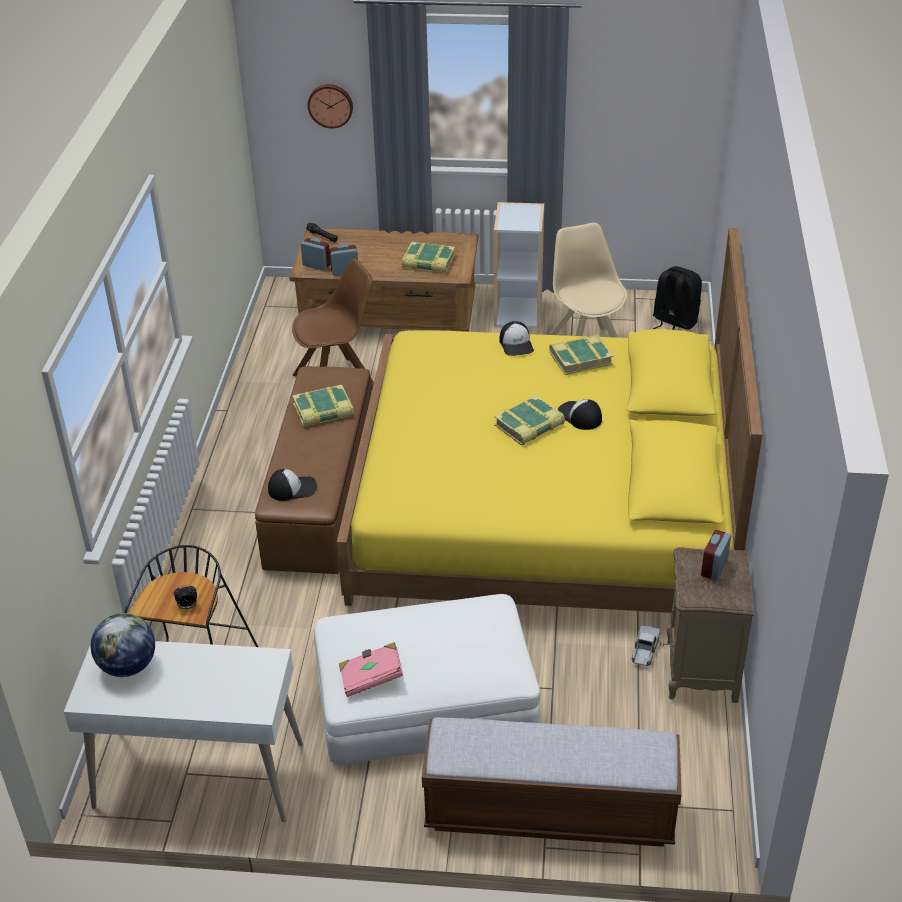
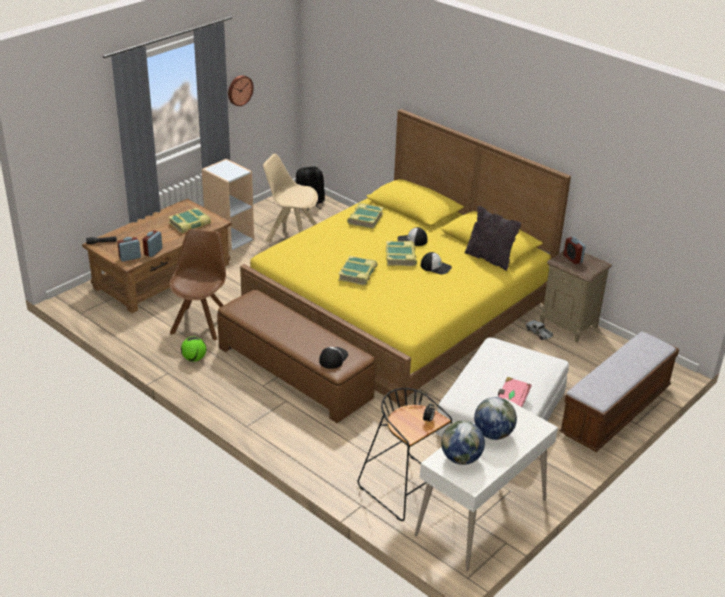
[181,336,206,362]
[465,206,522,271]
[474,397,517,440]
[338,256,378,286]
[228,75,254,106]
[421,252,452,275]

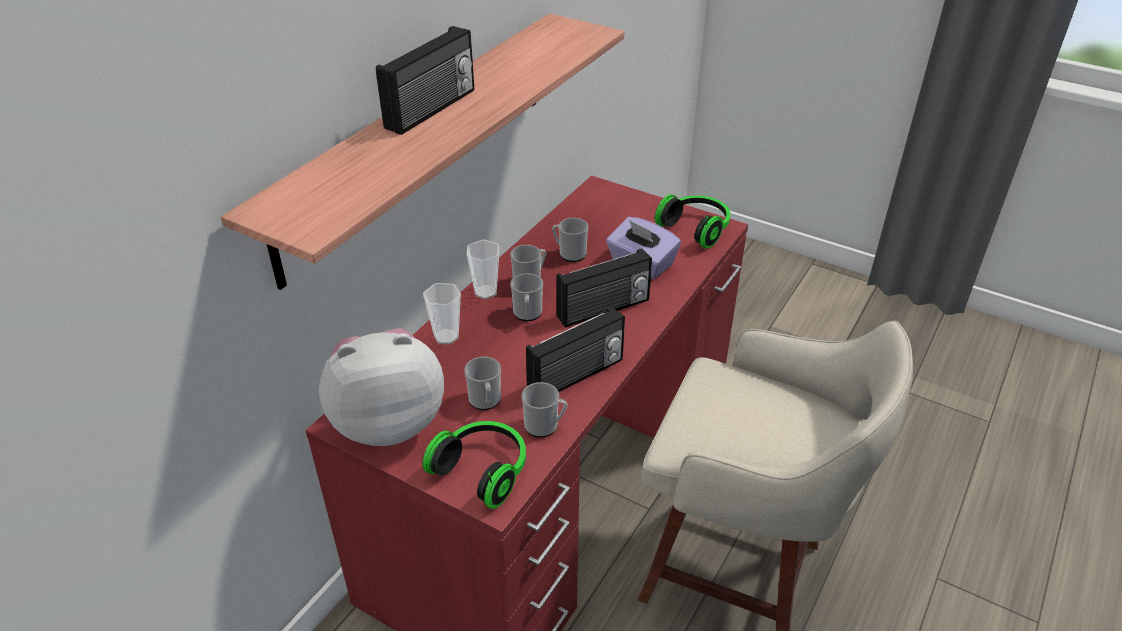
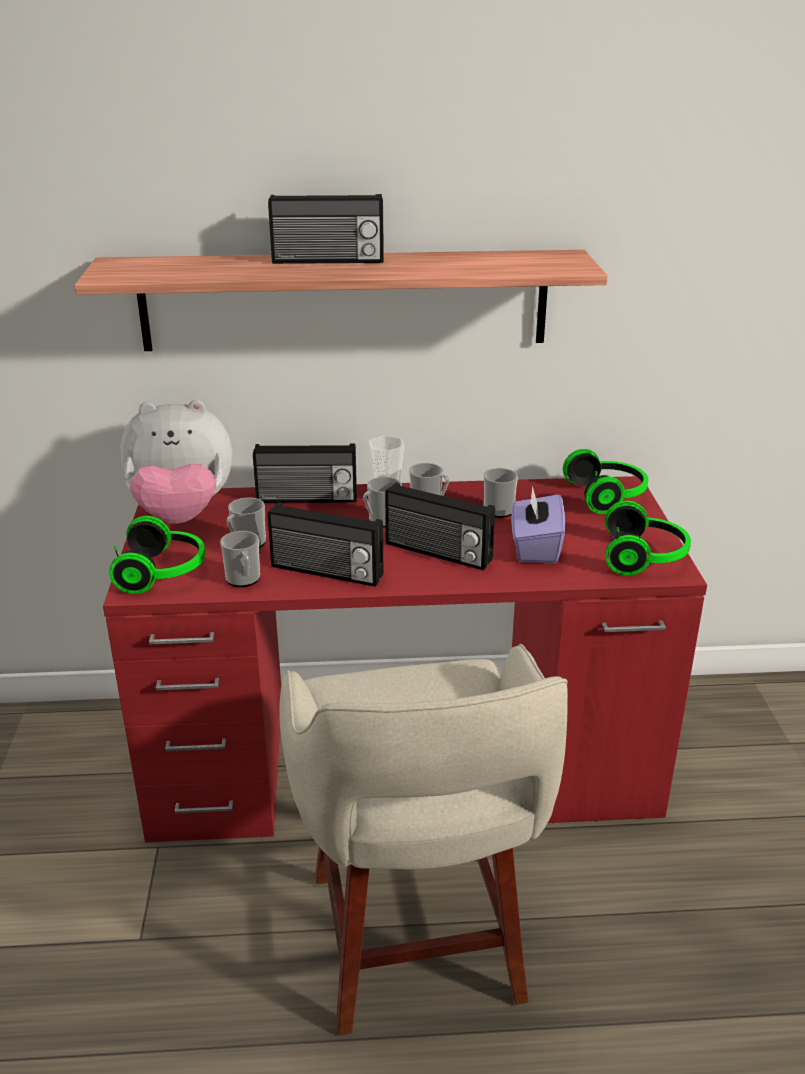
[563,449,648,514]
[253,443,357,503]
[121,400,232,524]

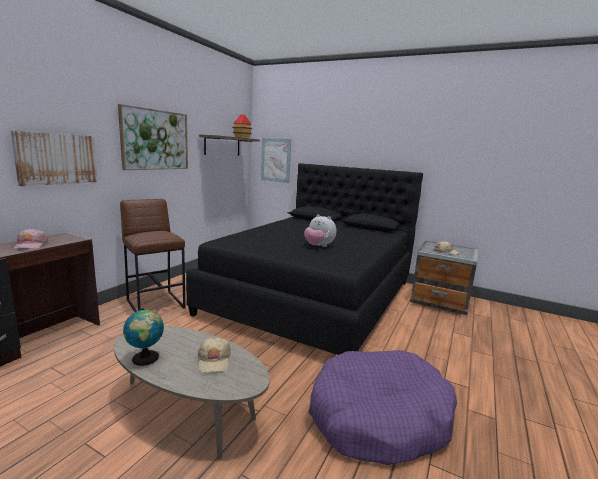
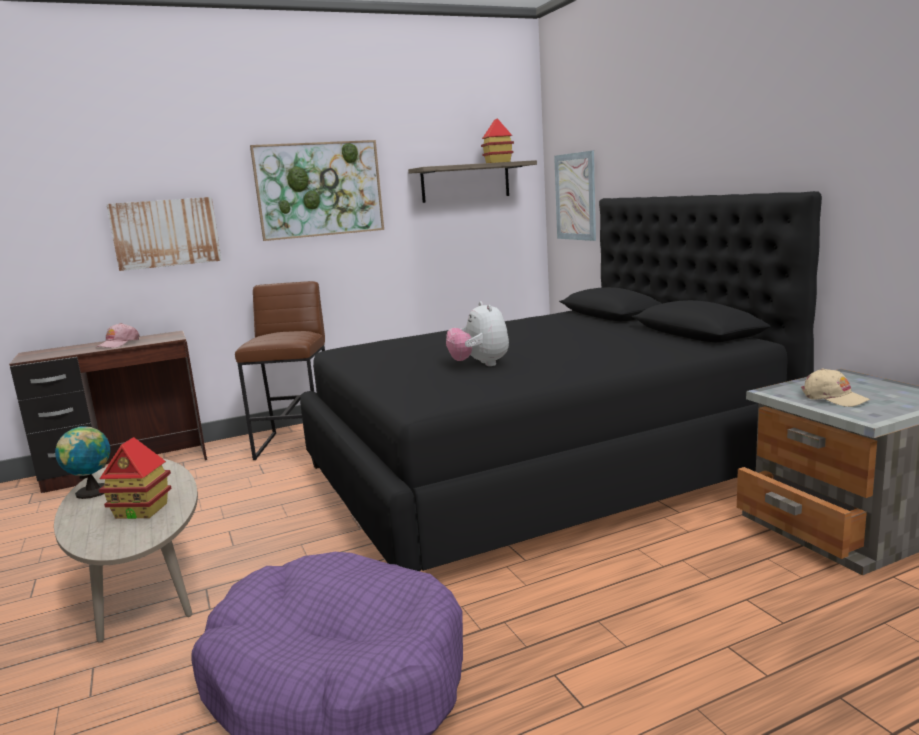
[99,437,172,519]

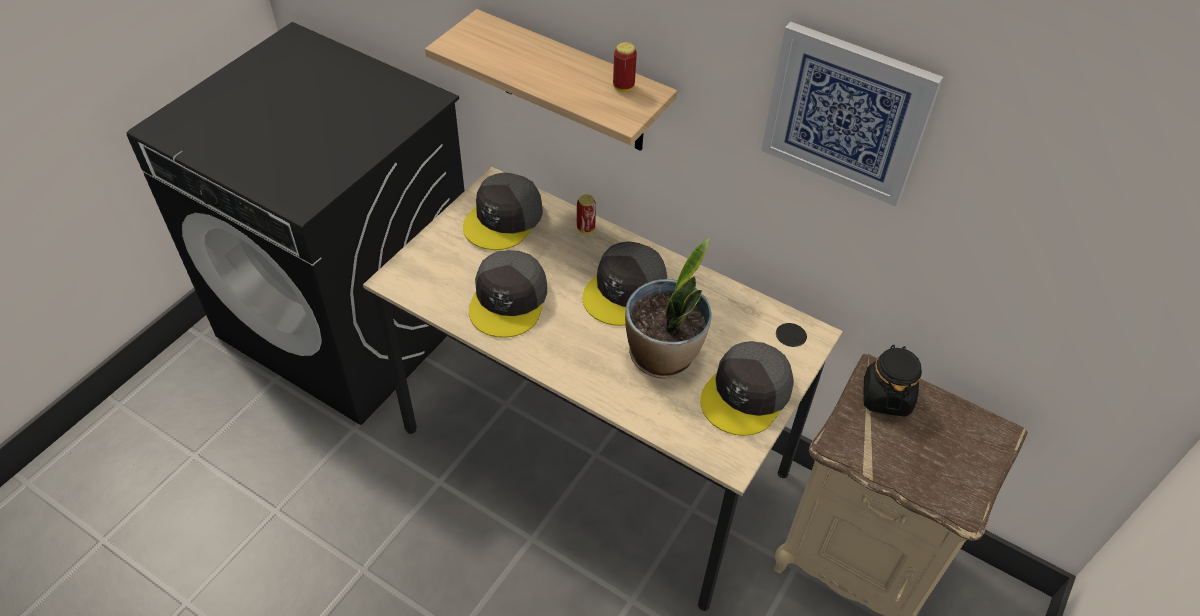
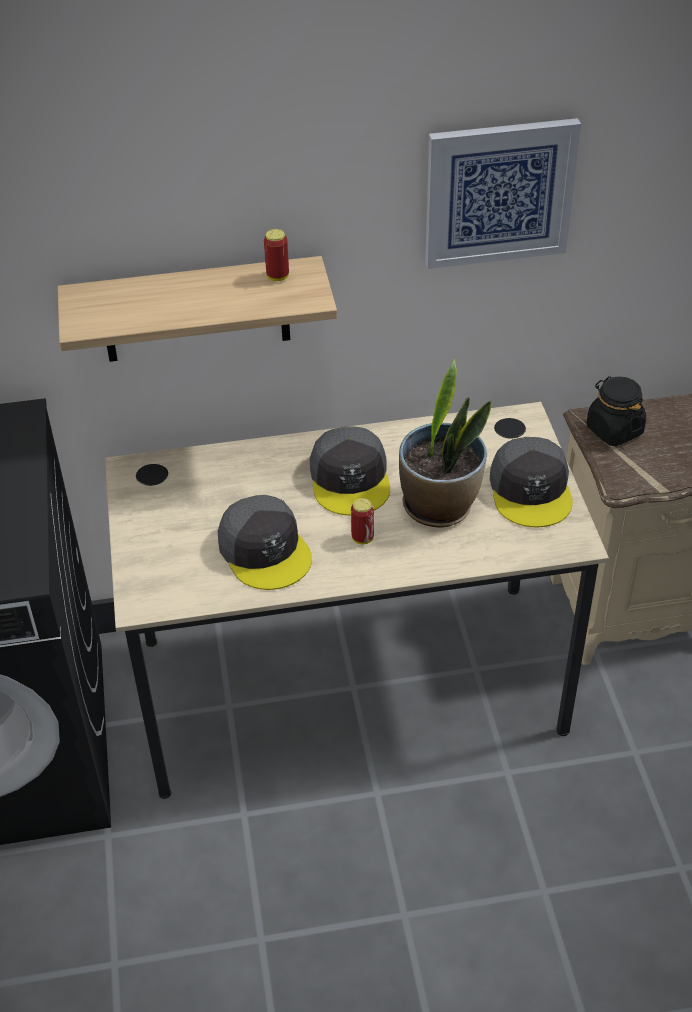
[463,172,543,250] (first image)
[351,498,374,544]

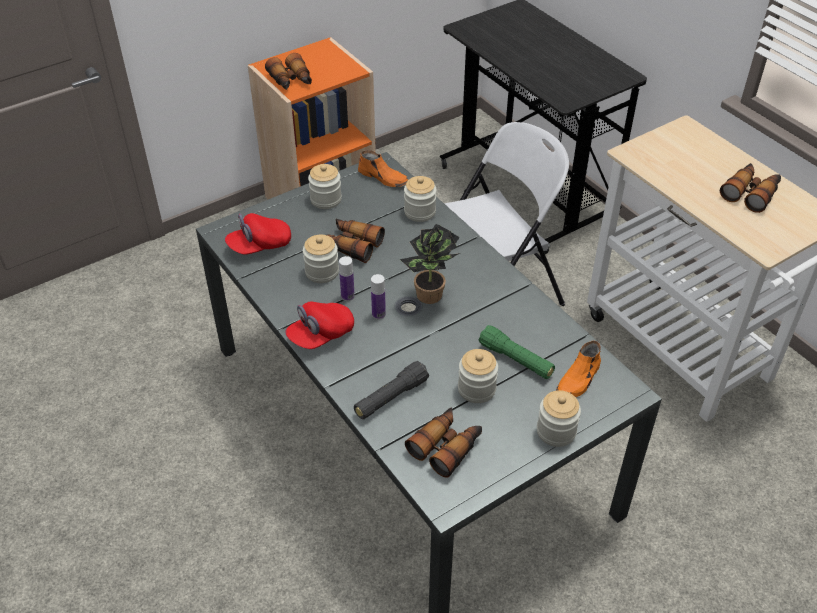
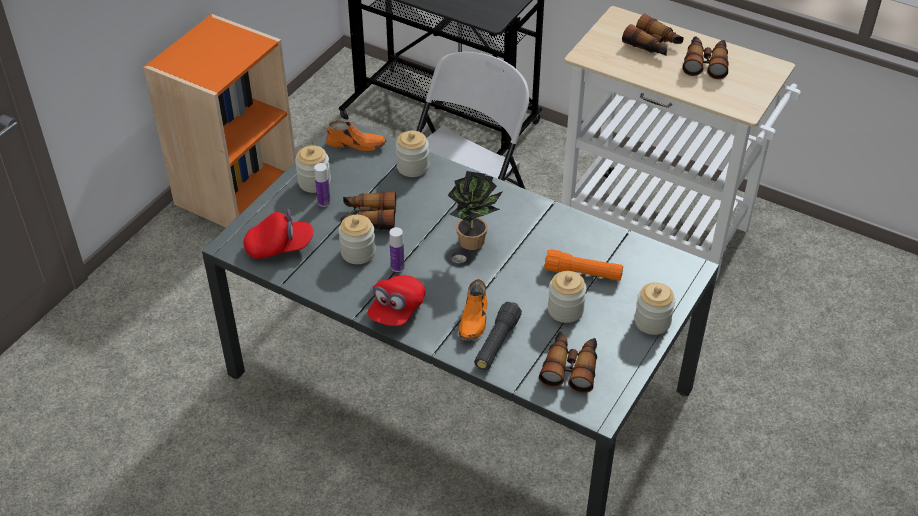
[622,14,684,56]
[314,163,331,207]
[459,279,487,341]
[544,249,623,281]
[243,209,313,259]

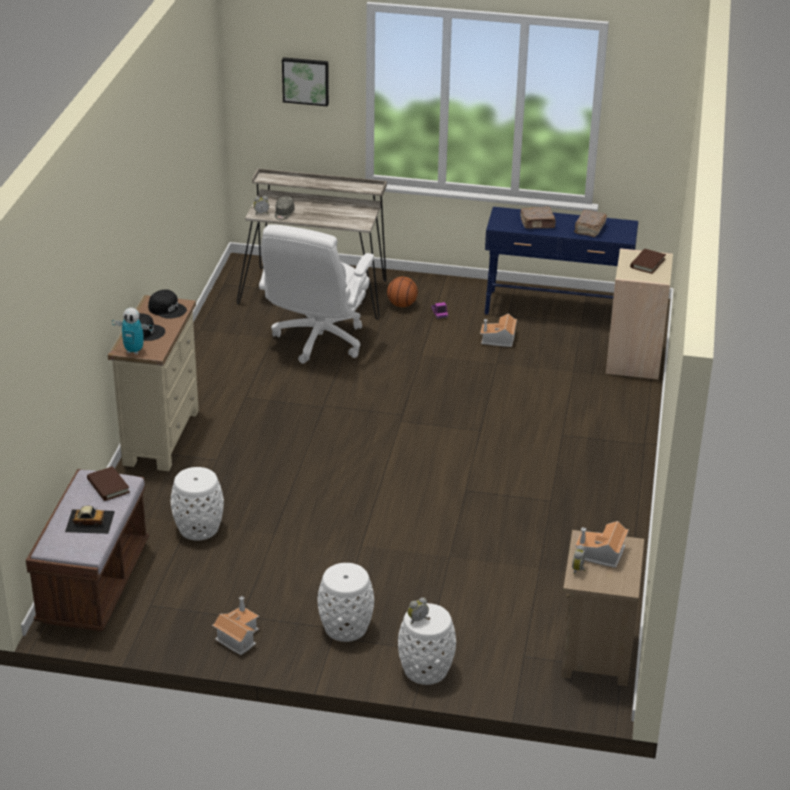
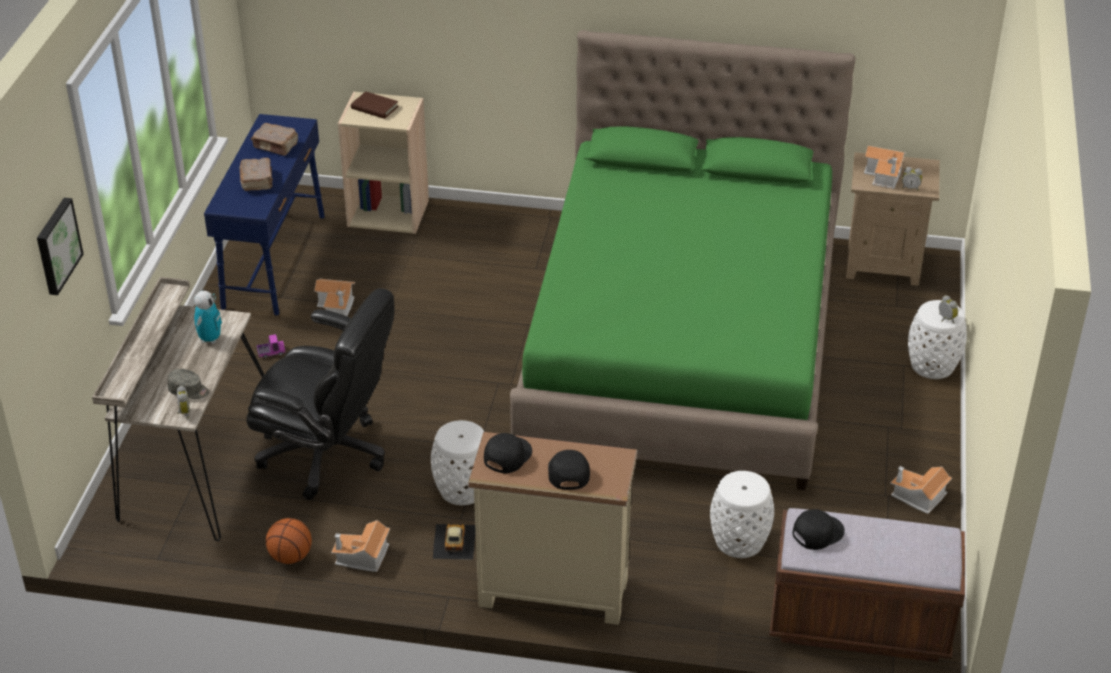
[331,520,390,572]
[510,30,856,490]
[432,523,476,560]
[194,291,222,344]
[431,420,484,505]
[266,518,312,564]
[792,509,845,550]
[246,288,395,500]

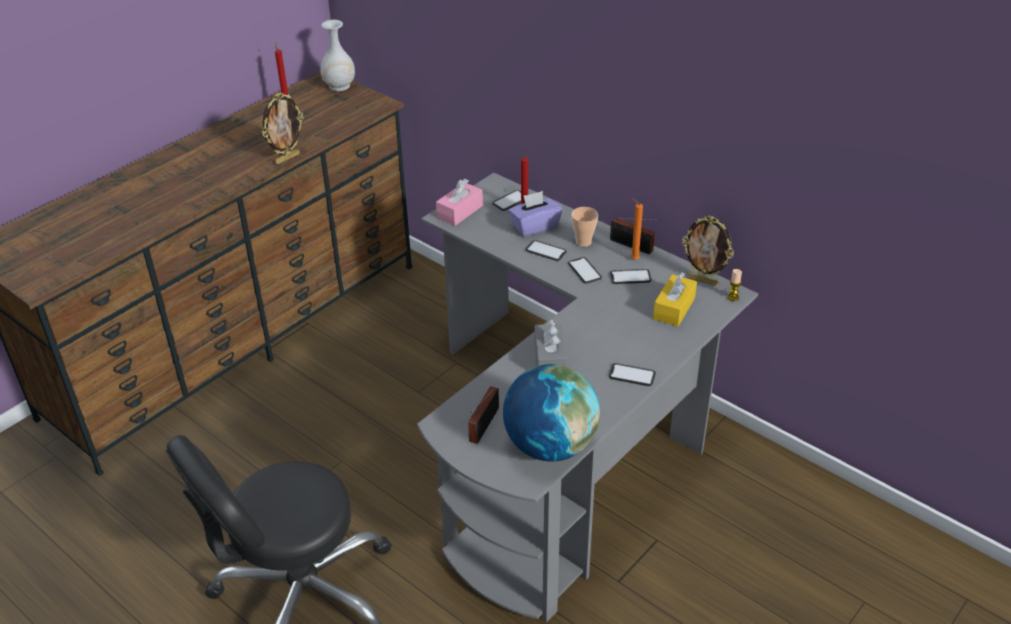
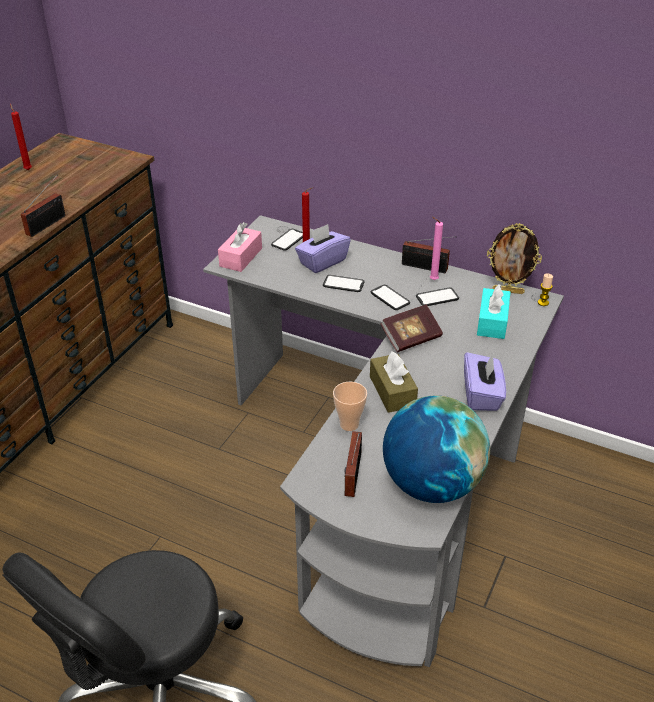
[320,20,355,91] (first image)
[380,305,443,352]
[333,382,367,431]
[21,174,66,237]
[464,352,506,411]
[370,351,418,413]
[430,217,443,280]
[477,284,510,339]

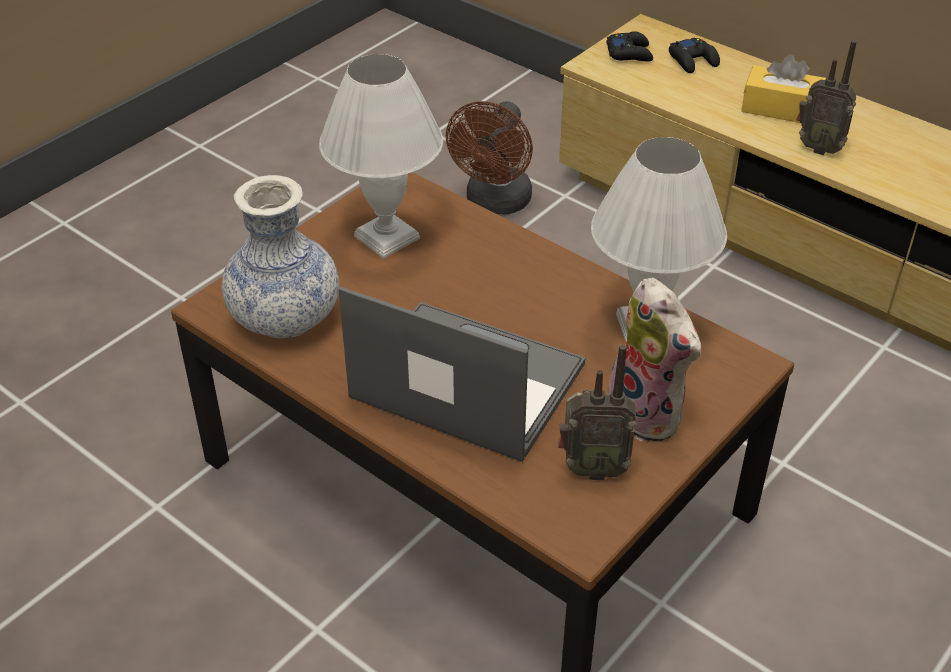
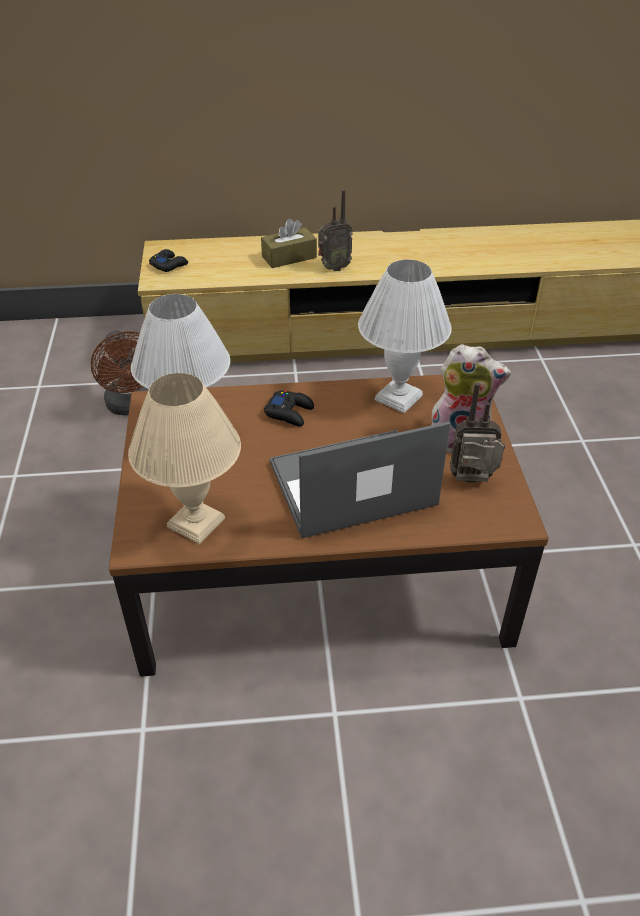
[264,391,314,426]
[128,373,241,544]
[261,219,317,268]
[450,382,505,483]

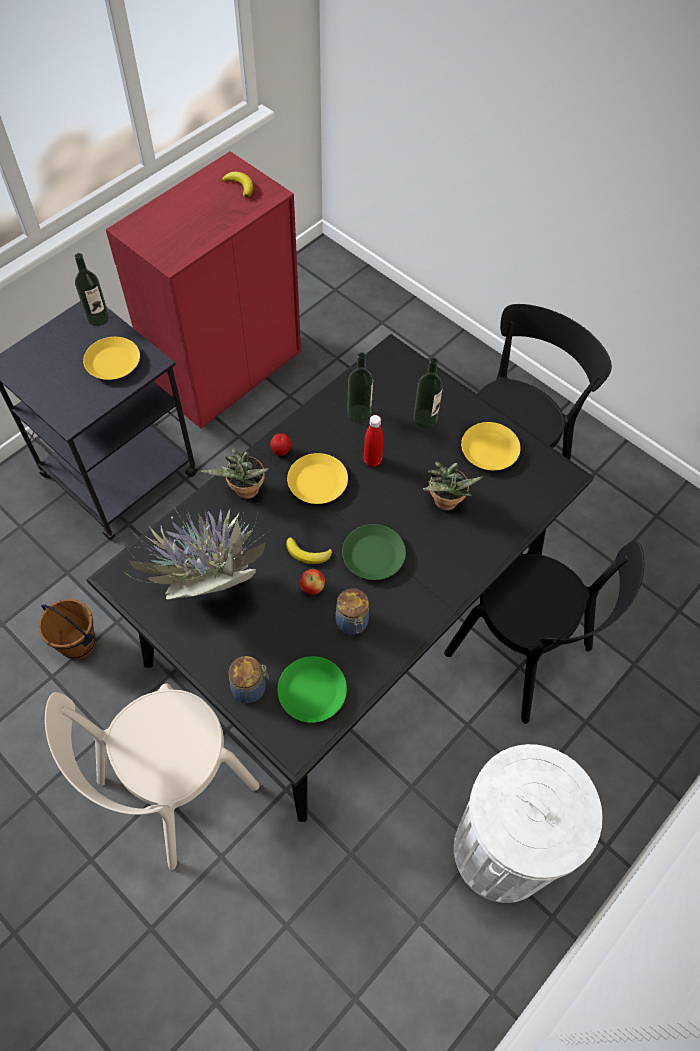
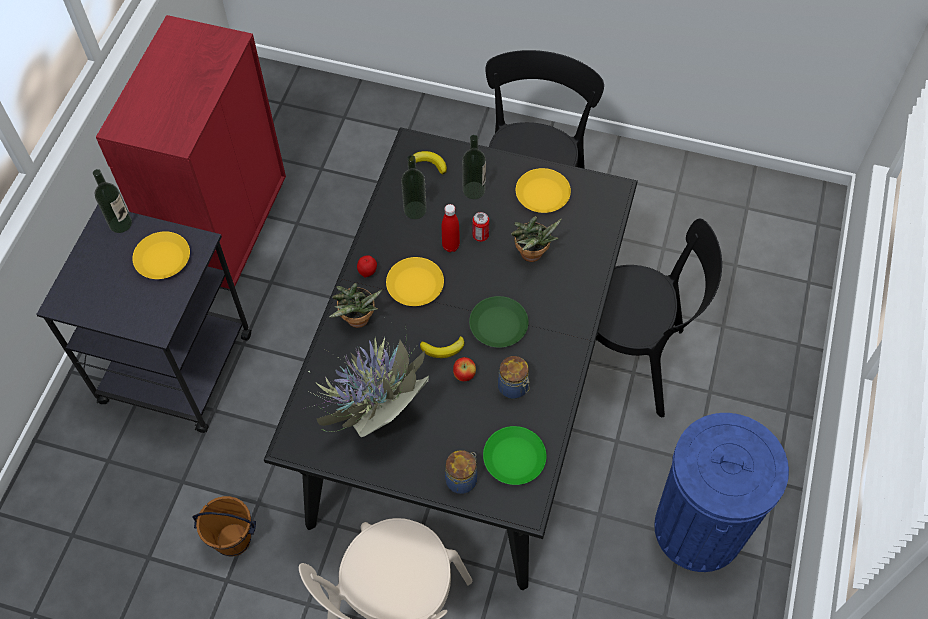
[473,212,489,242]
[413,151,447,174]
[654,413,789,572]

